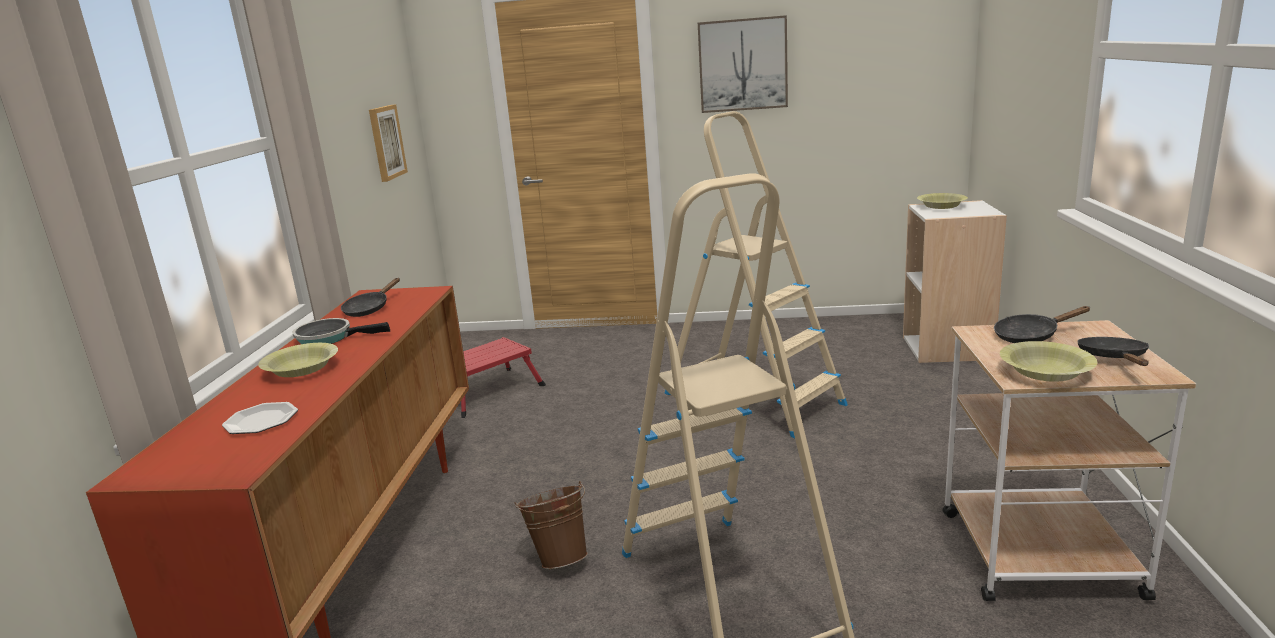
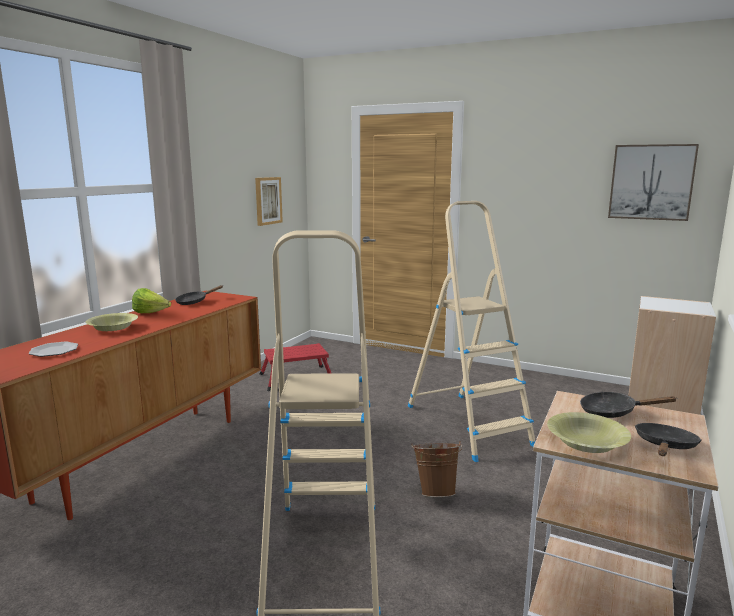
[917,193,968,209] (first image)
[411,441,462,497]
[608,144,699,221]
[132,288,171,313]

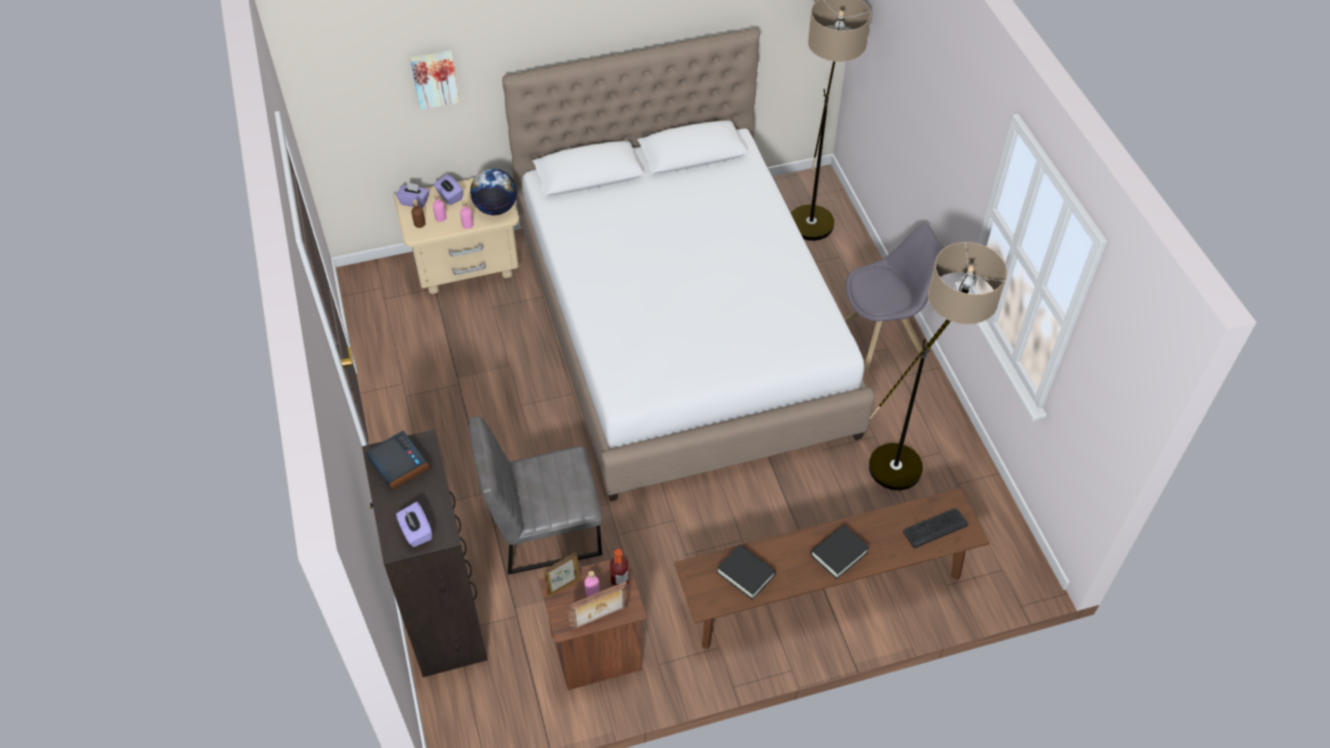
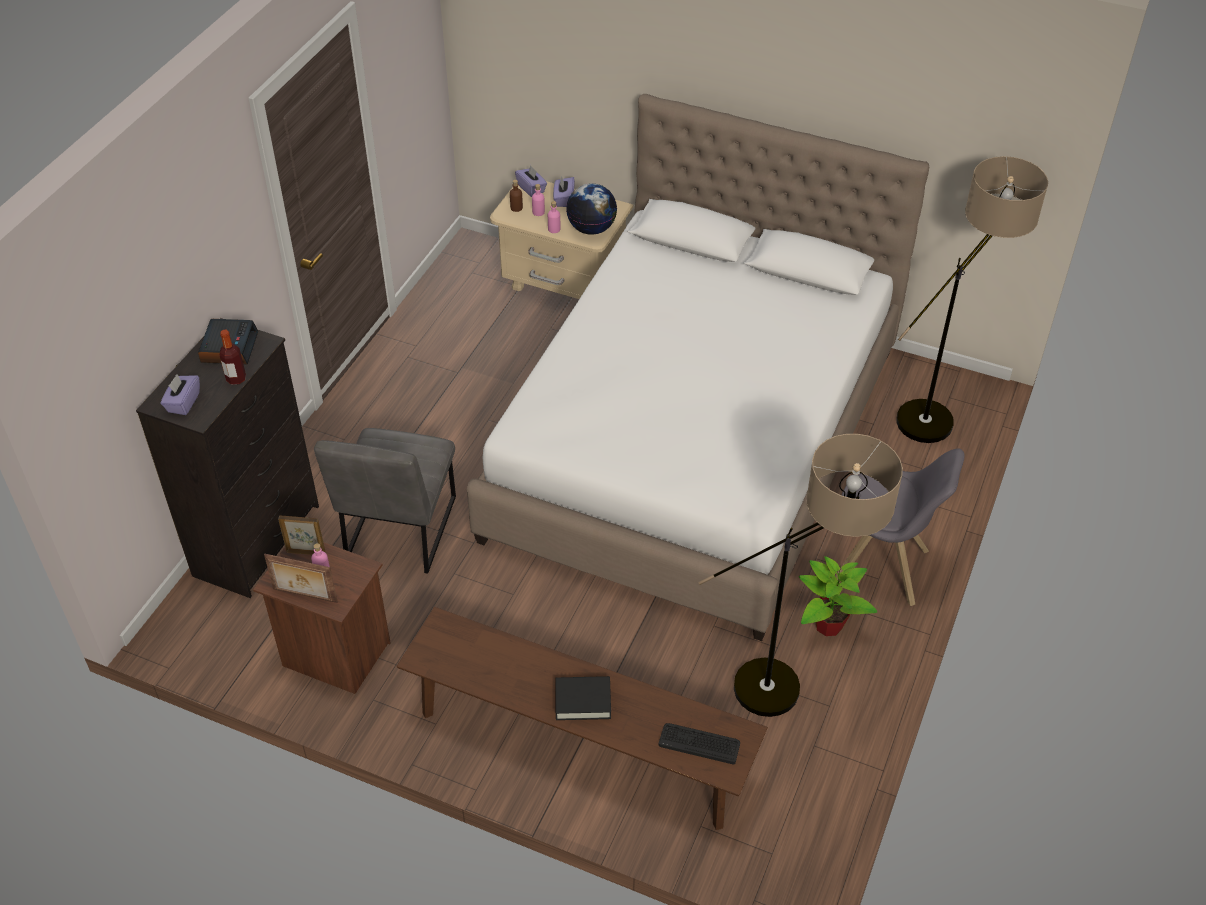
[410,50,460,110] (first image)
[717,544,776,600] (first image)
[799,556,878,636]
[220,330,246,385]
[314,428,456,574]

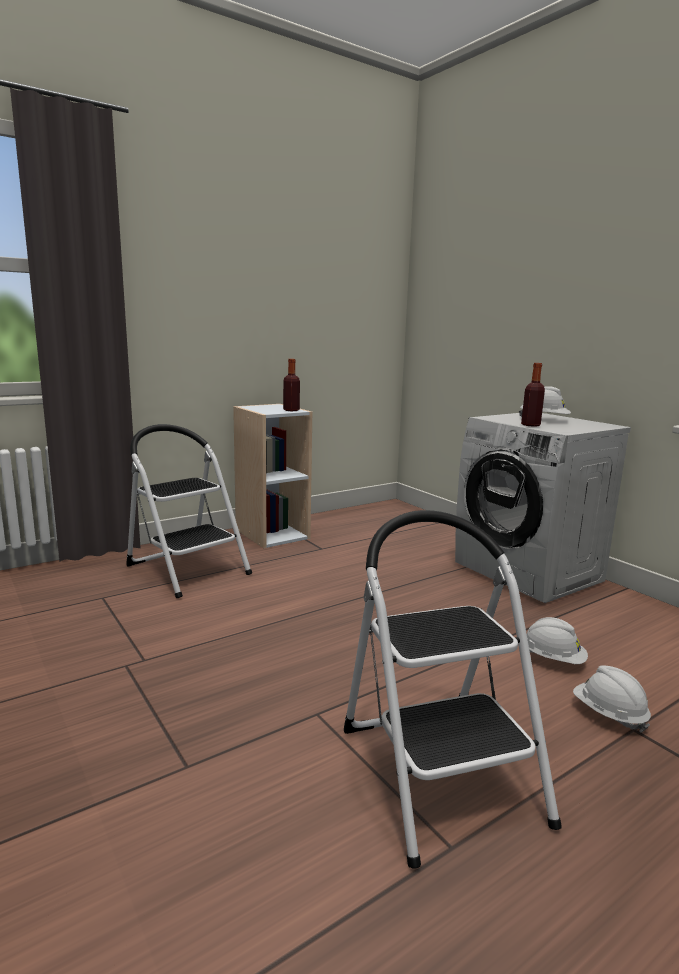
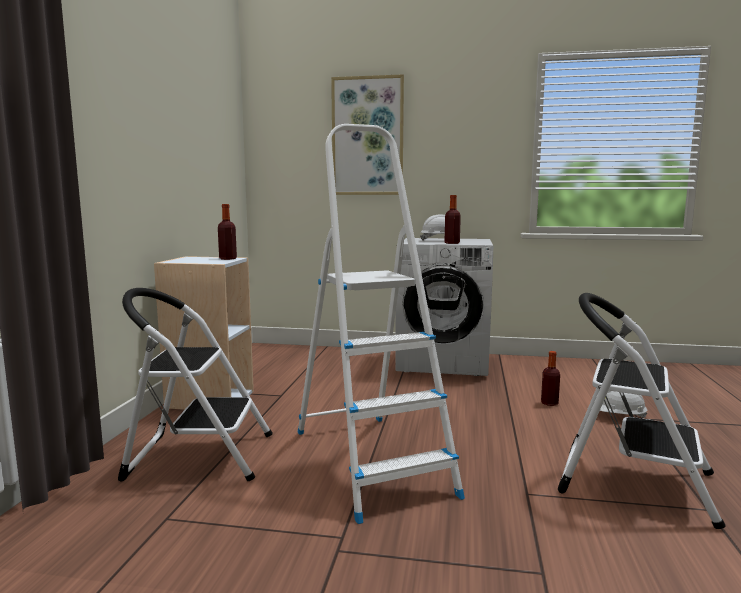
[298,124,465,524]
[331,74,404,195]
[541,351,560,406]

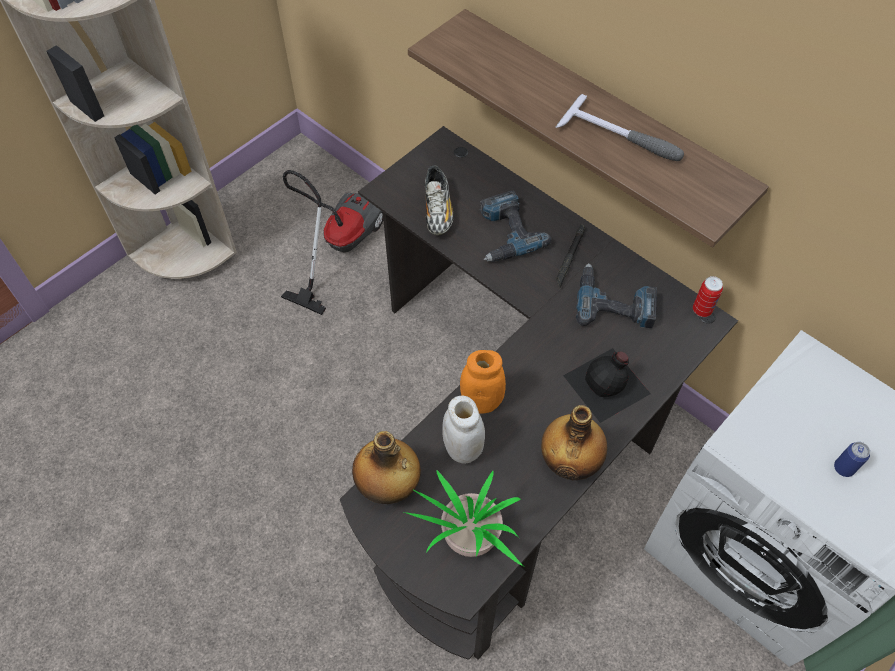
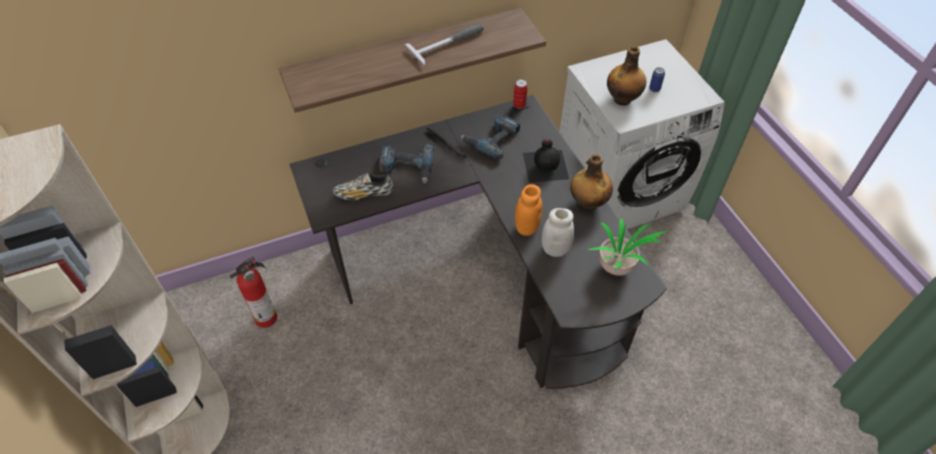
[607,46,646,105]
[229,256,277,328]
[332,173,393,200]

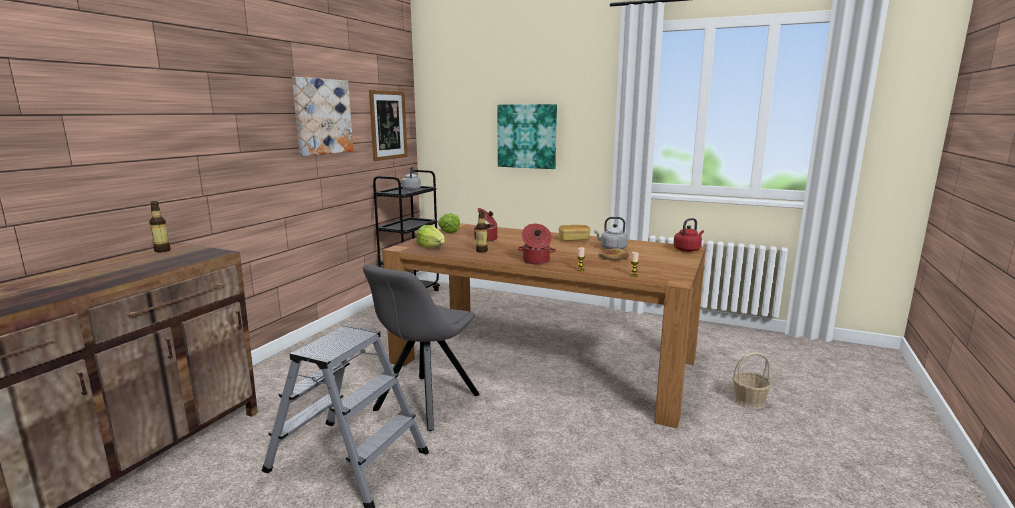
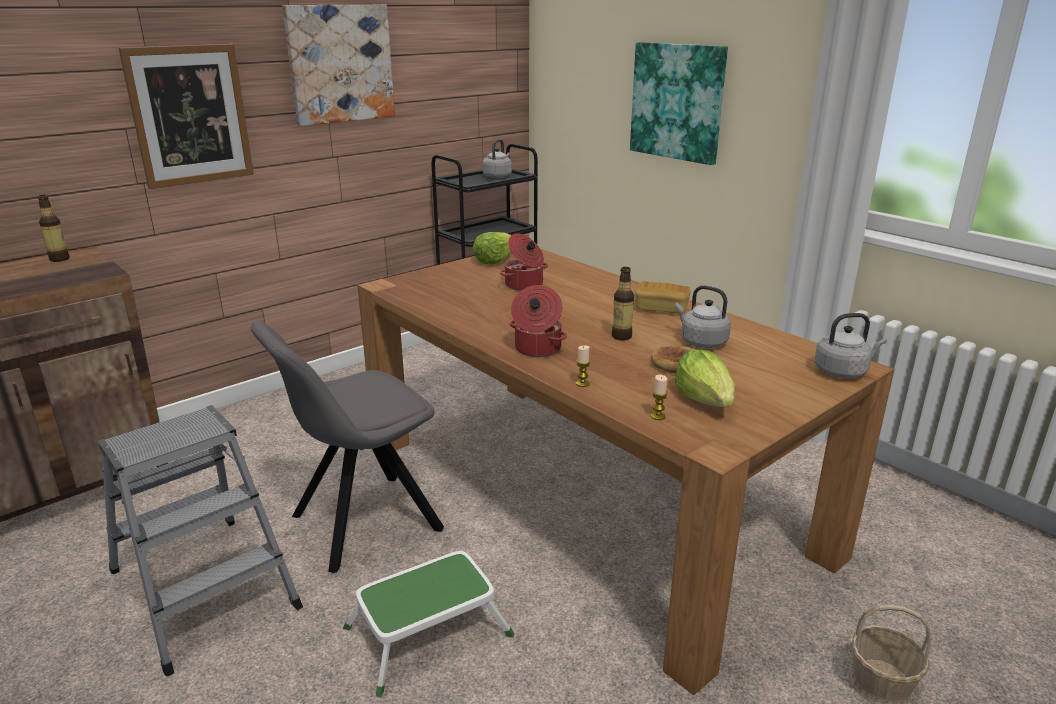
[342,551,515,697]
[119,44,254,189]
[675,349,735,407]
[612,267,634,340]
[815,313,887,378]

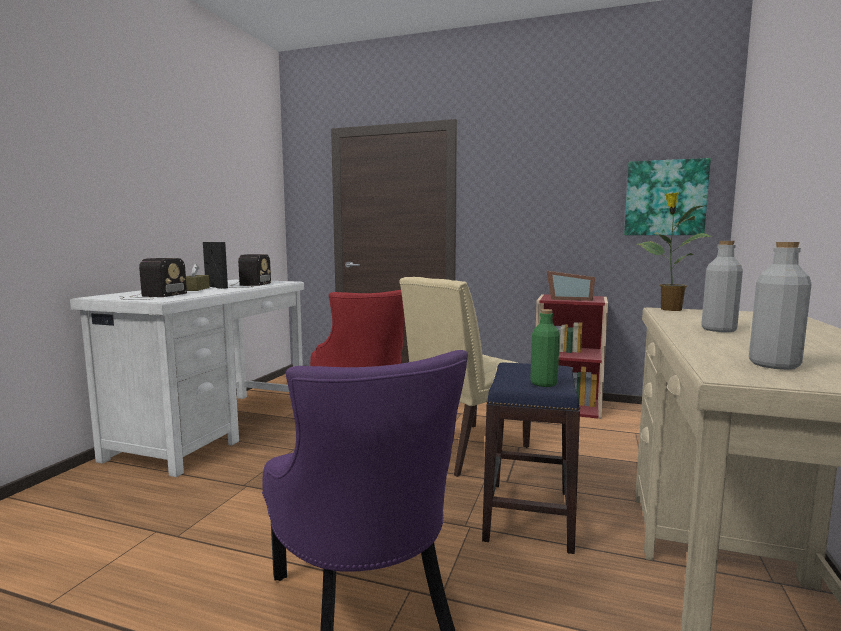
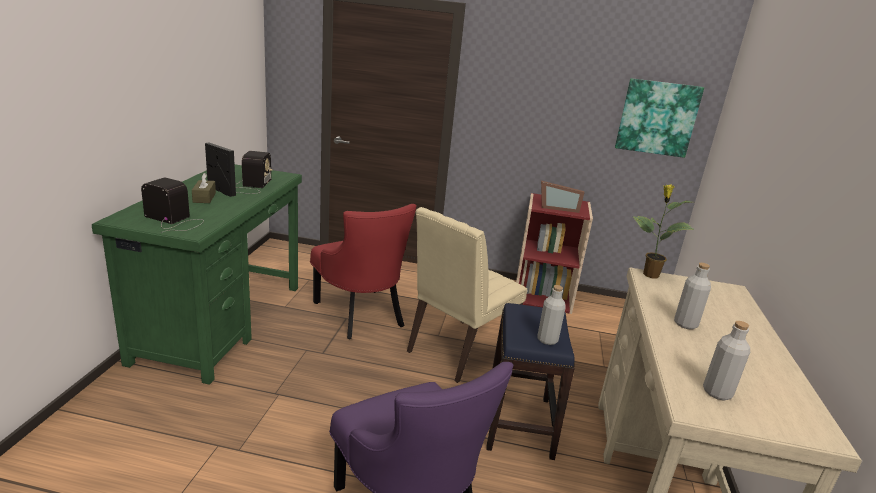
[92,164,302,385]
[537,285,566,345]
[141,178,204,232]

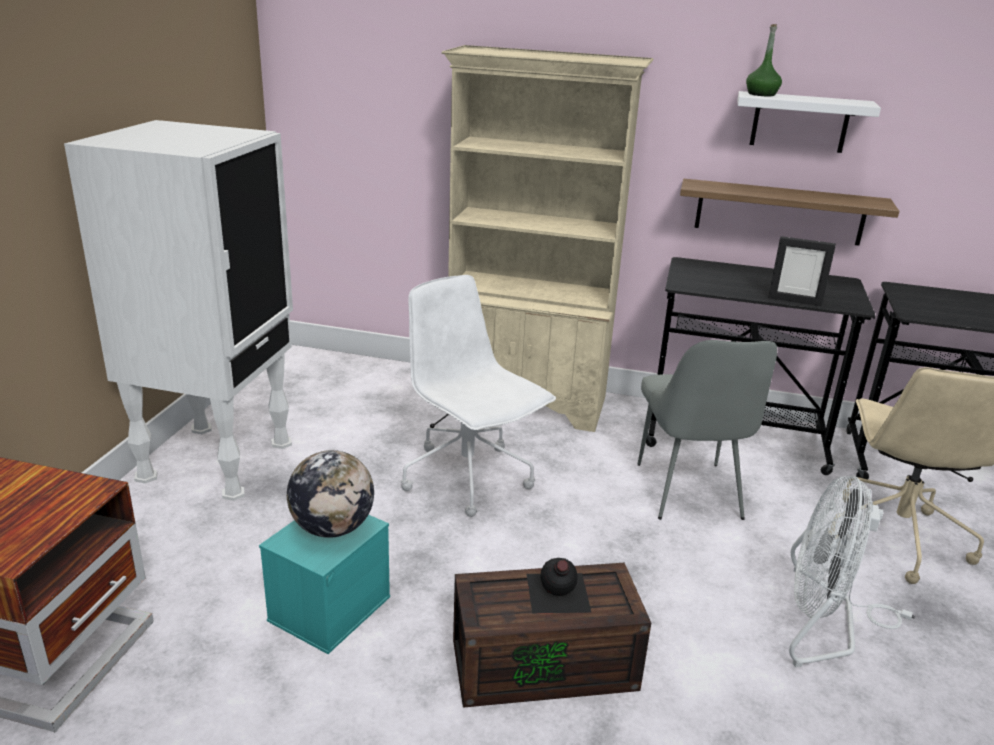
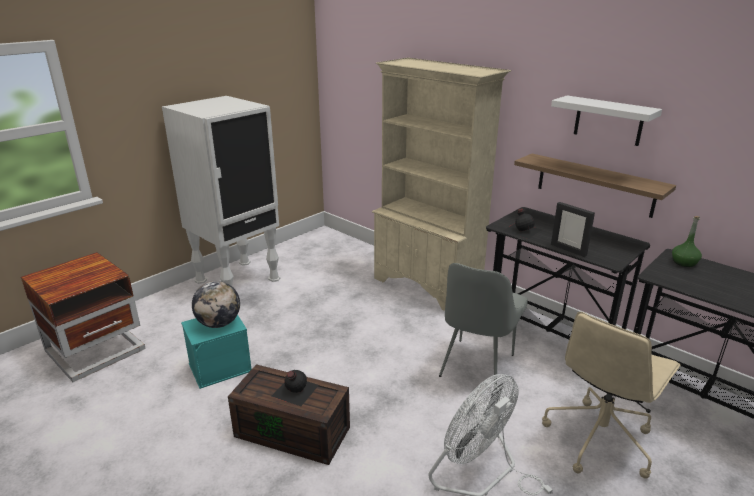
[401,275,556,517] (first image)
[503,208,542,239]
[672,216,702,267]

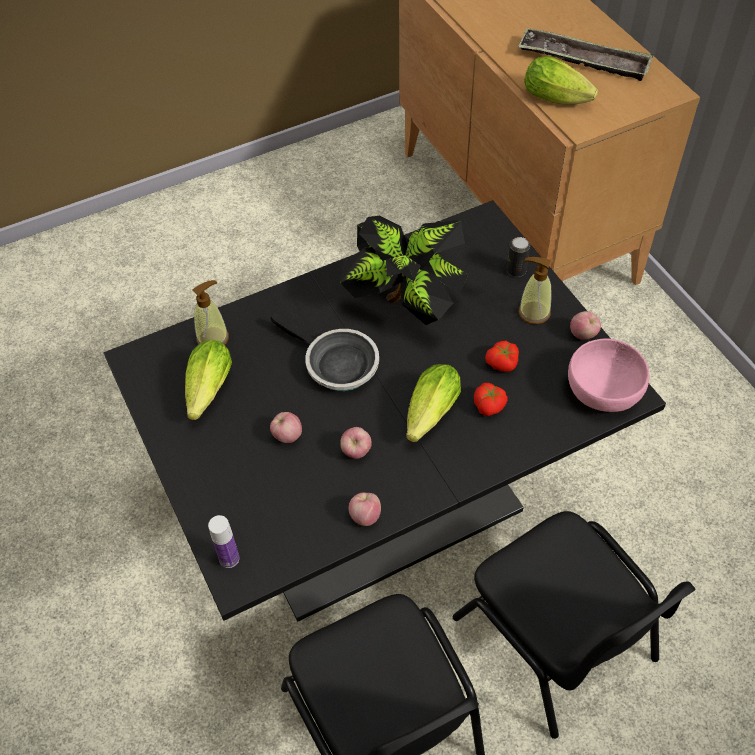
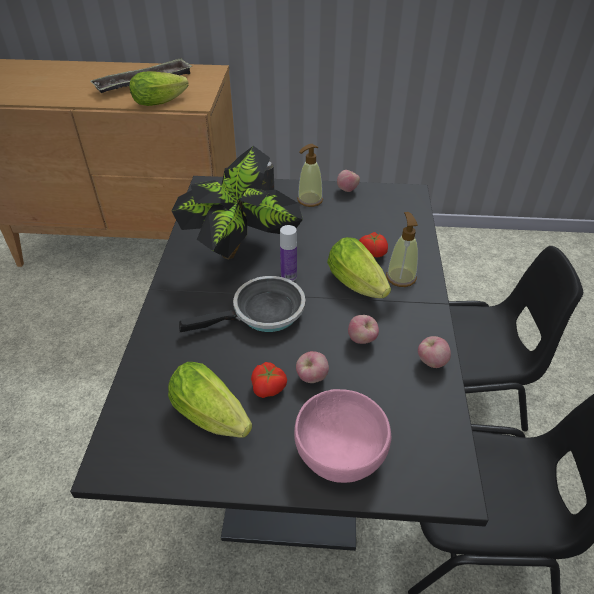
[386,212,418,287]
[280,225,297,281]
[251,362,287,398]
[294,389,391,483]

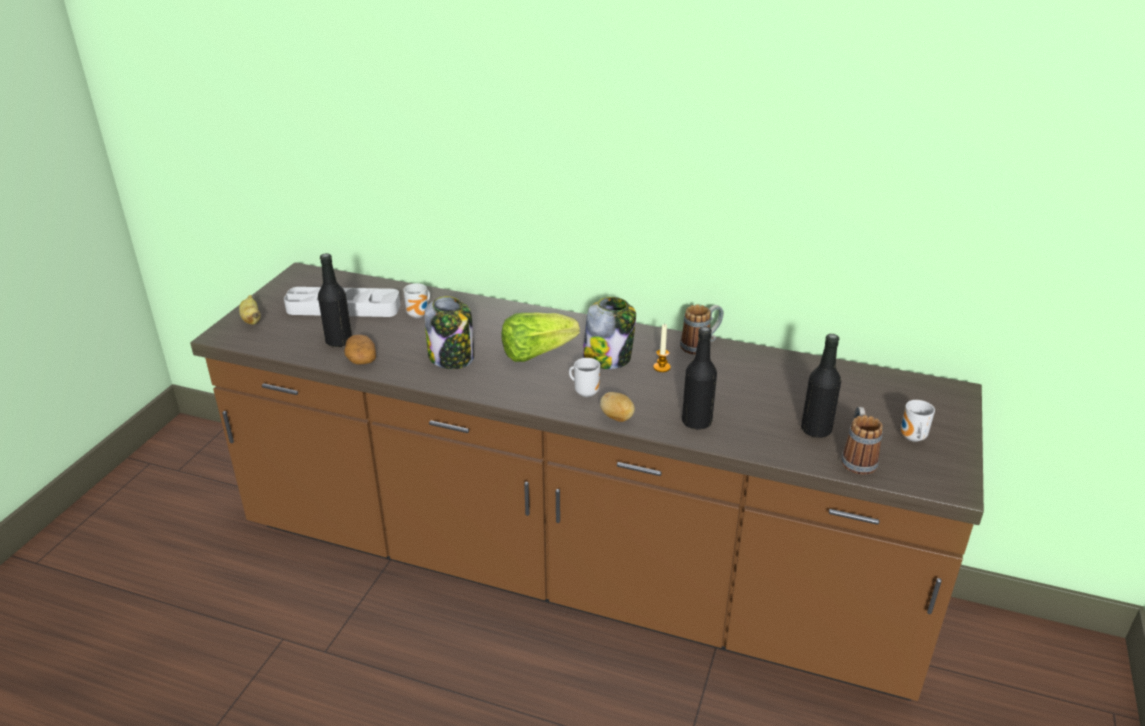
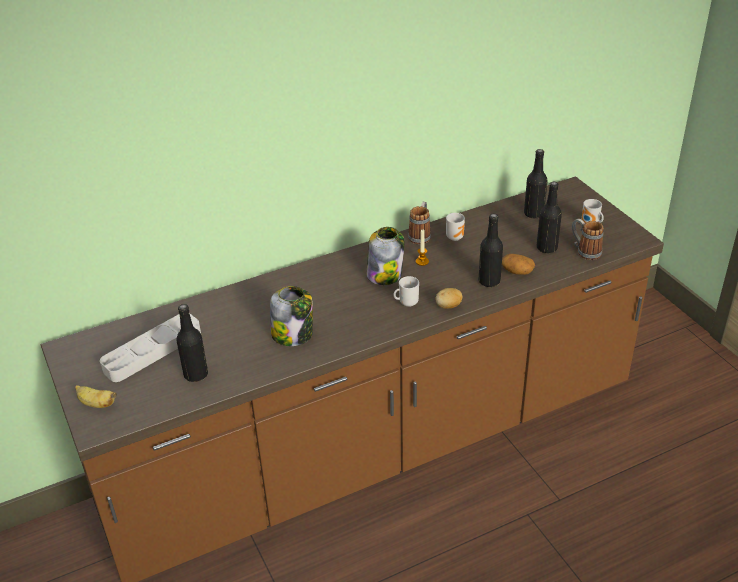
[501,312,580,362] (first image)
[524,149,548,218]
[502,254,535,275]
[446,213,465,241]

